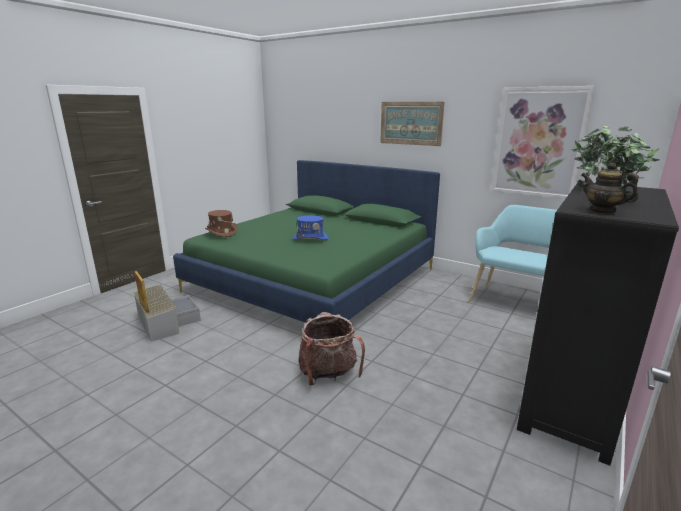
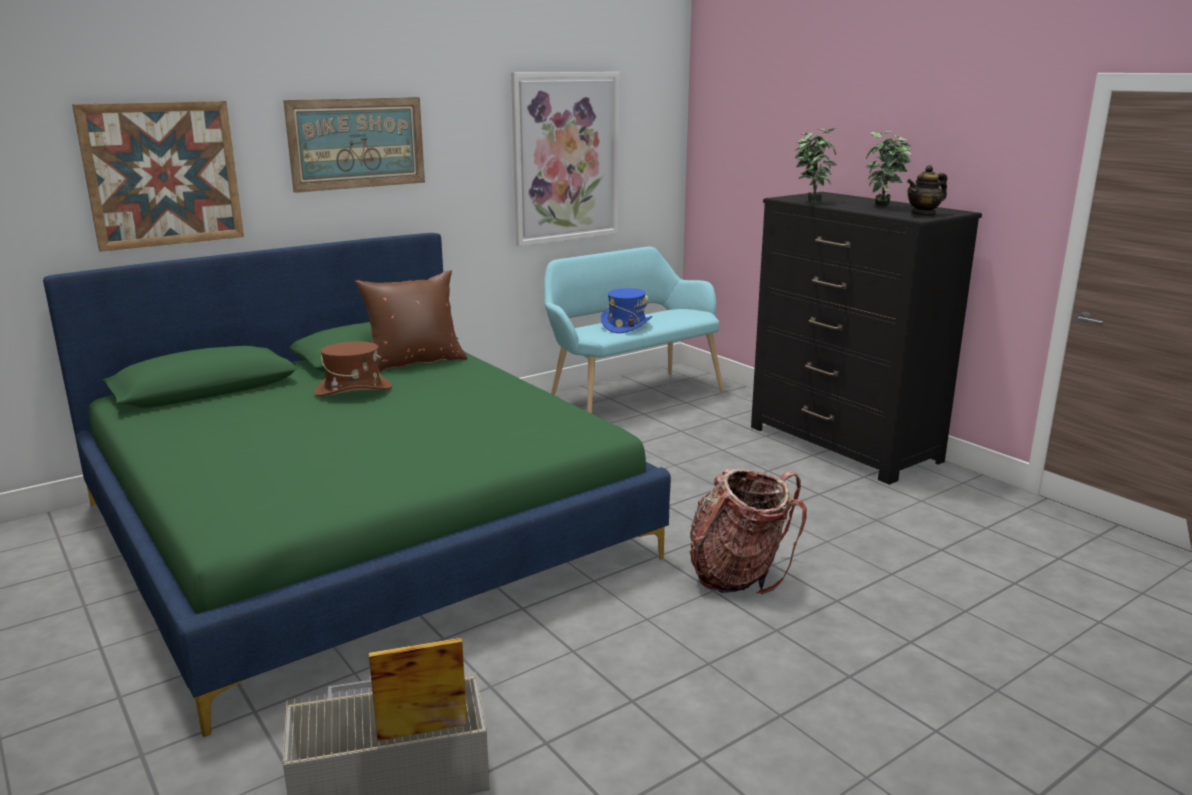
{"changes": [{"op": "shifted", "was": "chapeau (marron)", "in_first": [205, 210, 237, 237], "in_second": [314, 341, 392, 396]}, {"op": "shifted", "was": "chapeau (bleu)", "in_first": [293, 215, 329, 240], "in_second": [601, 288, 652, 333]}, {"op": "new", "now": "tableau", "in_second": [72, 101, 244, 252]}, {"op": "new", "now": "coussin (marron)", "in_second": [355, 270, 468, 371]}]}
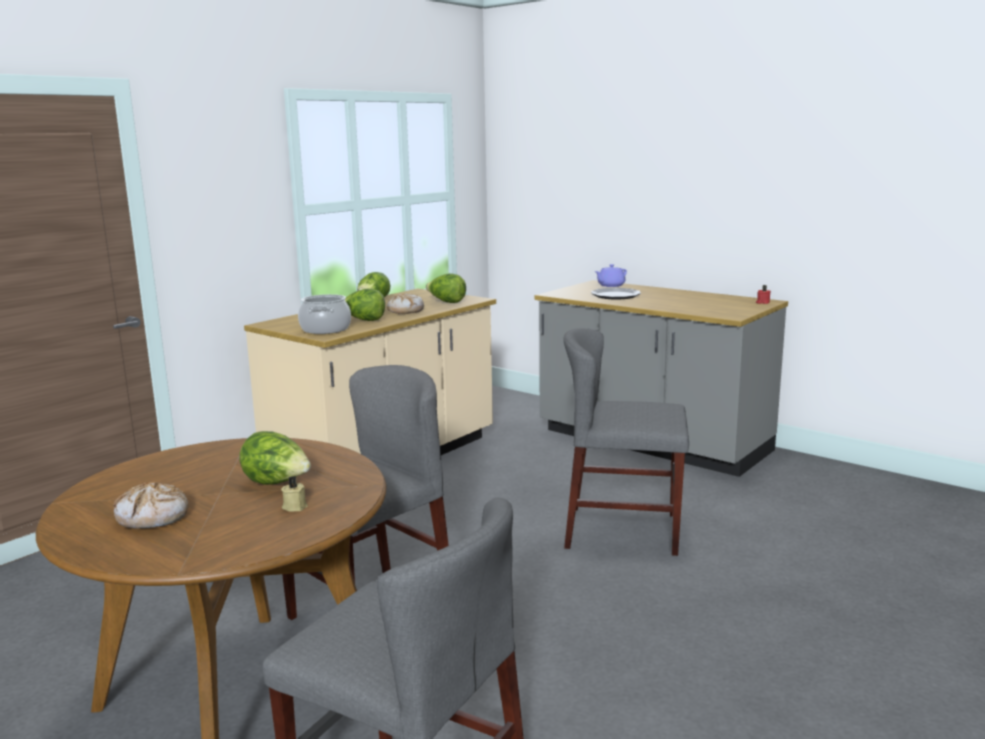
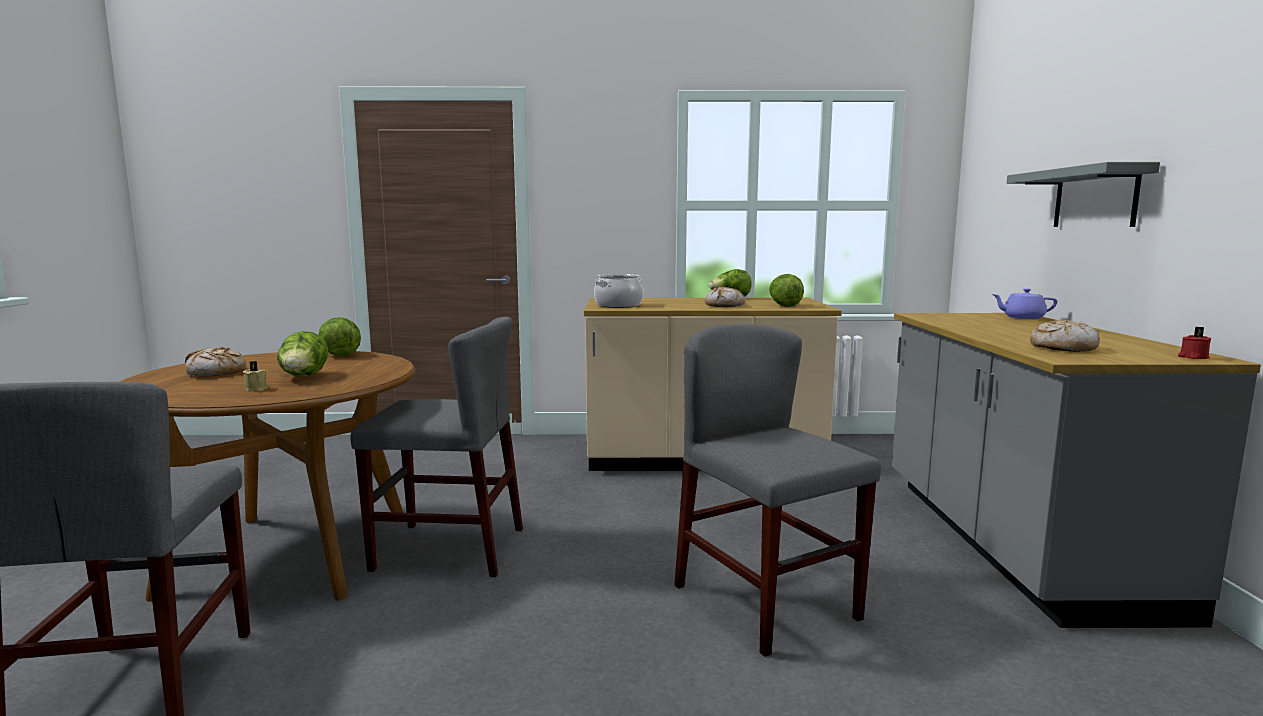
{"changes": [{"op": "gone", "was": "assiette", "in_first": [591, 288, 641, 300]}, {"op": "shifted", "was": "laitue", "in_first": [345, 289, 385, 321], "in_second": [318, 317, 361, 357]}, {"op": "new", "now": "étagère (gris)", "in_second": [1007, 162, 1160, 227]}, {"op": "new", "now": "pain", "in_second": [1030, 320, 1100, 352]}]}
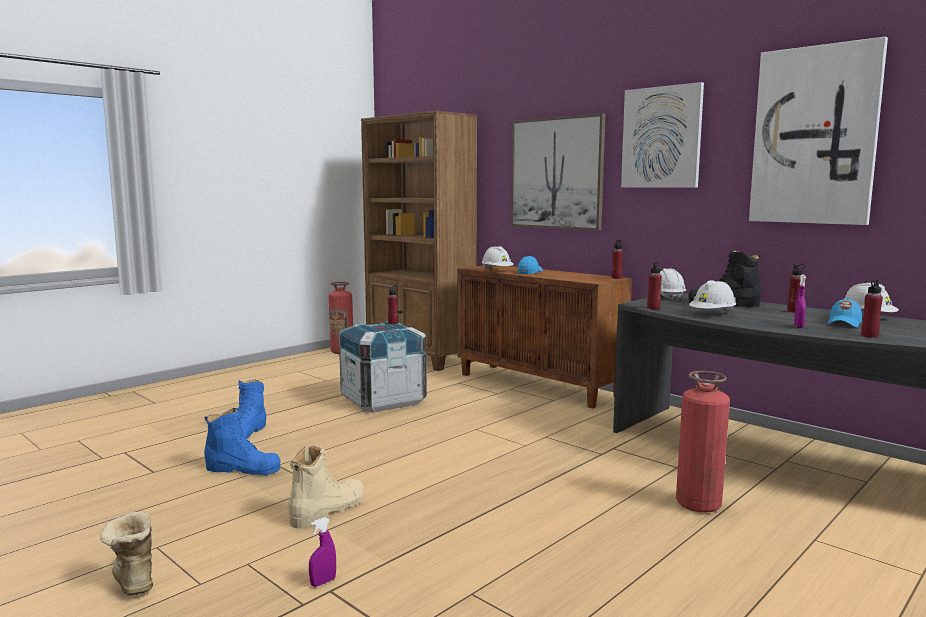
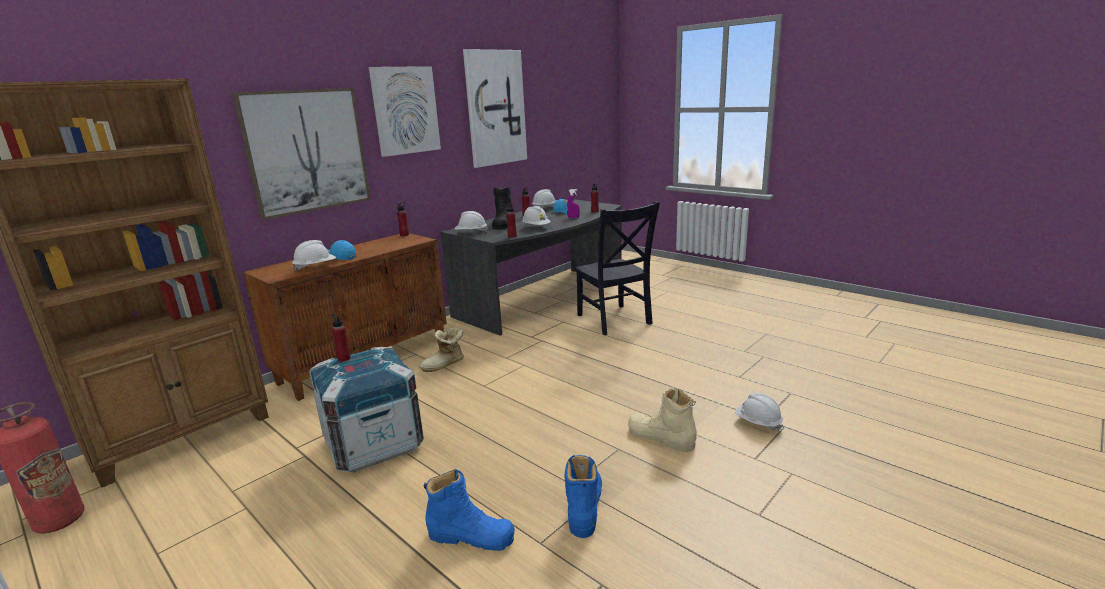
{"changes": [{"op": "swapped", "was": "extincteur", "now": "chaise (noir)", "in_first": [676, 371, 730, 513], "in_second": [575, 202, 660, 335]}, {"op": "shifted", "was": "botte", "in_first": [100, 512, 153, 595], "in_second": [419, 327, 464, 372]}, {"op": "swapped", "was": "vaporisateur (violet)", "now": "casque de chantier (blanc)", "in_first": [309, 517, 336, 587], "in_second": [735, 393, 783, 431]}]}
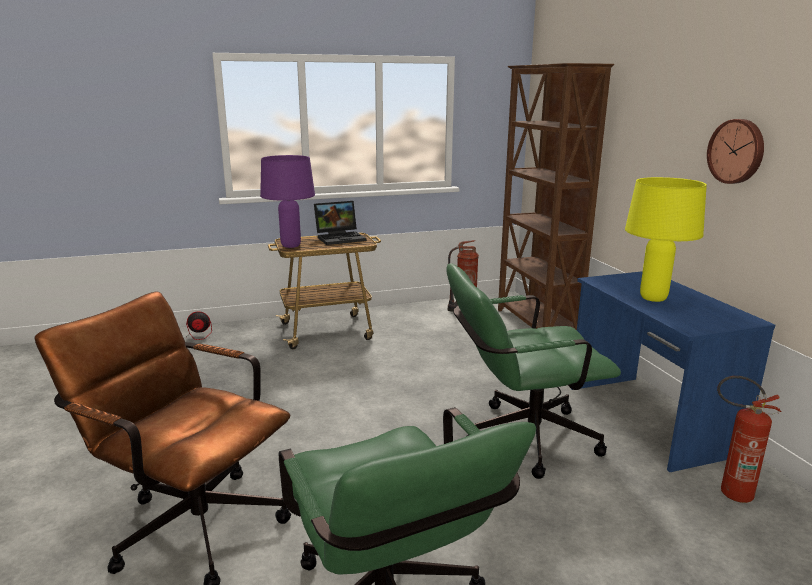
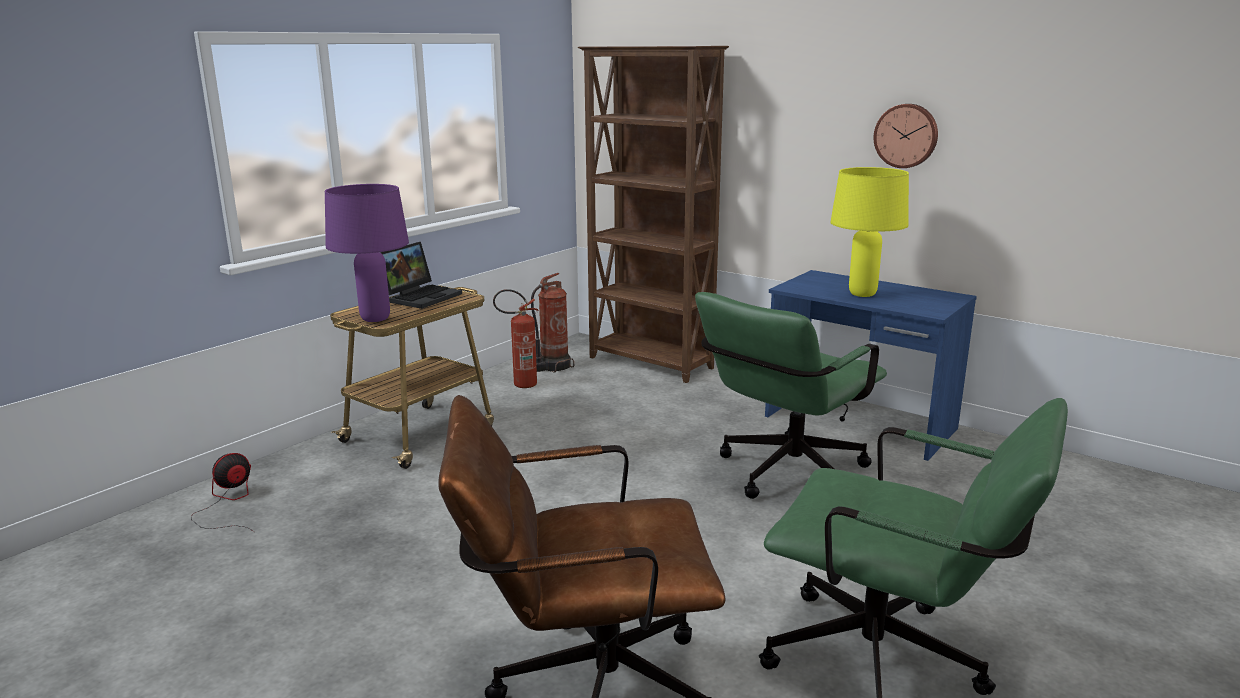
{"changes": [{"op": "shifted", "was": "extincteur", "in_first": [717, 376, 782, 503], "in_second": [493, 289, 539, 388]}]}
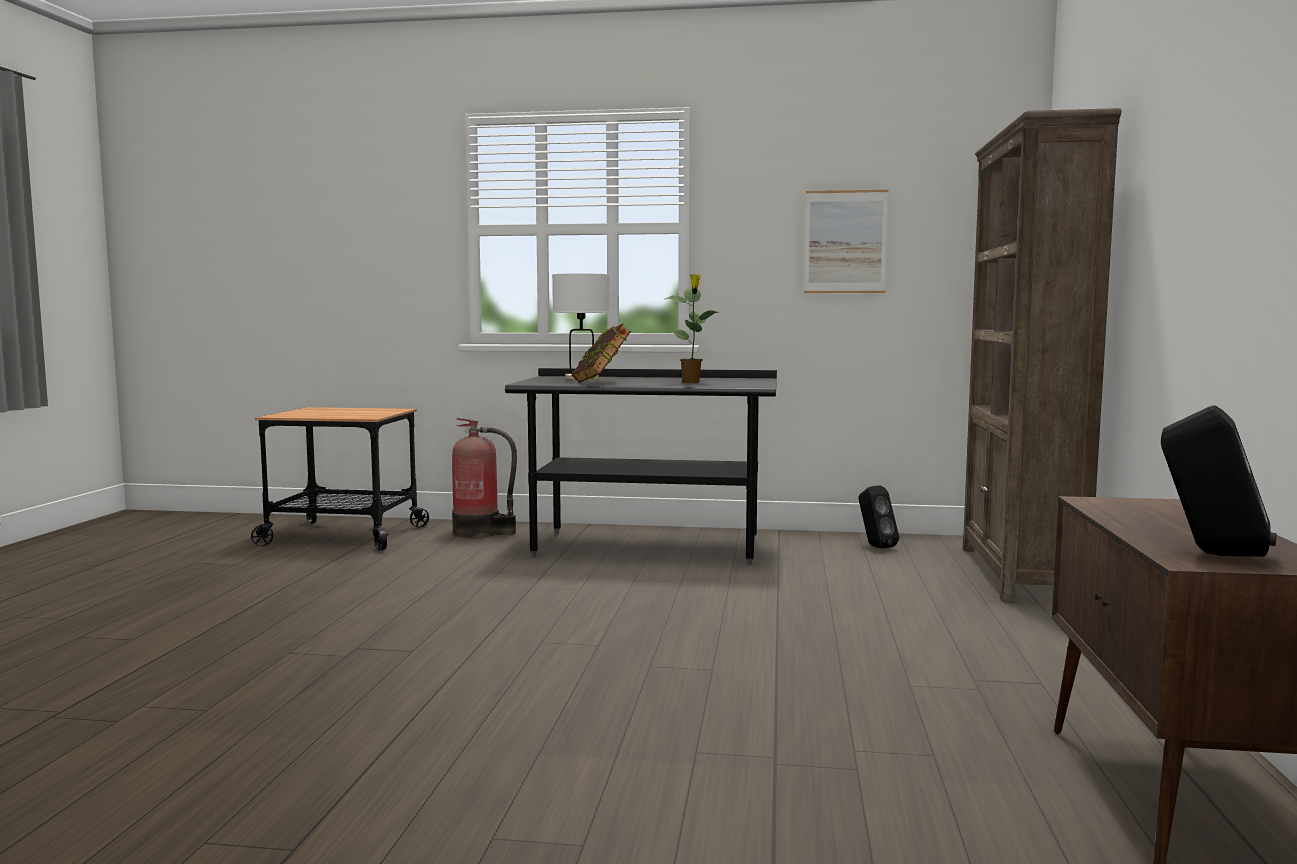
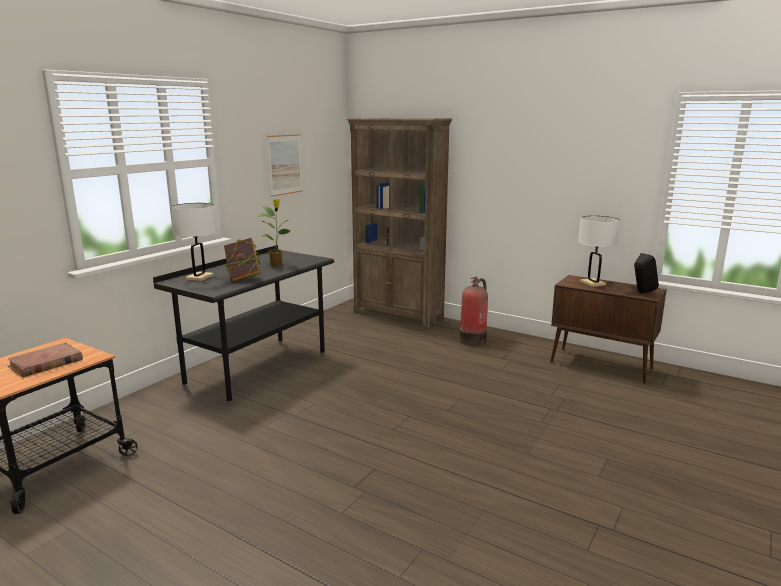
{"changes": [{"op": "shifted", "was": "extincteur", "in_first": [452, 418, 517, 538], "in_second": [459, 277, 488, 346]}, {"op": "gone", "was": "enceinte (noir)", "in_first": [858, 486, 899, 549]}, {"op": "new", "now": "lampe de table (blanc)", "in_second": [578, 216, 620, 287]}, {"op": "new", "now": "livre (marron)", "in_second": [8, 343, 83, 377]}]}
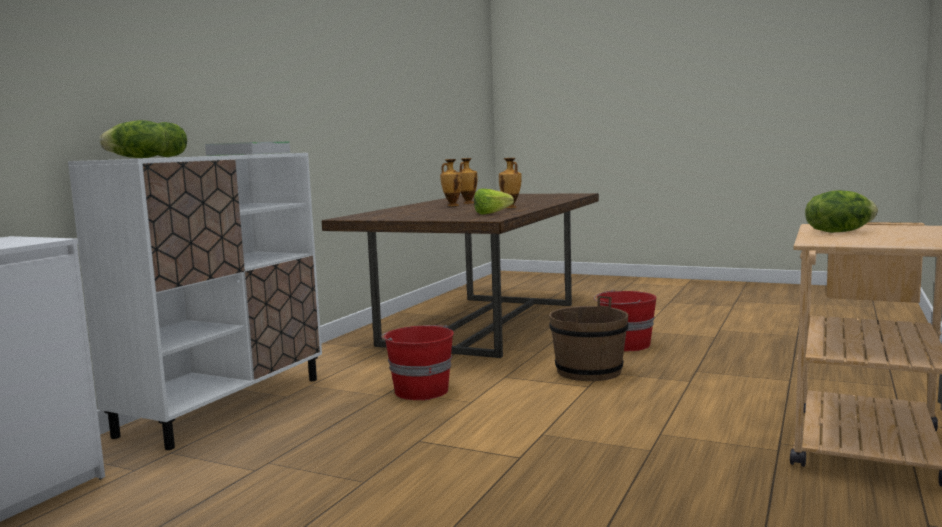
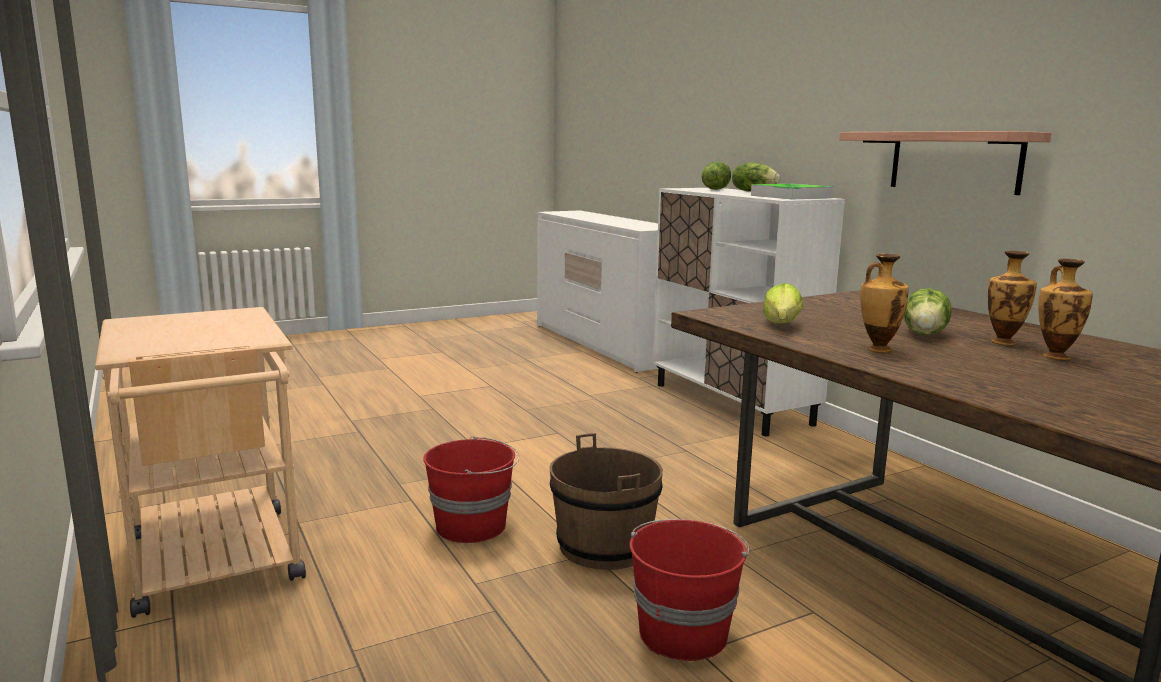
{"changes": [{"op": "shifted", "was": "laitue", "in_first": [805, 190, 878, 233], "in_second": [904, 288, 952, 335]}, {"op": "shifted", "was": "seau (rouge)", "in_first": [381, 325, 454, 400], "in_second": [423, 436, 519, 543]}, {"op": "new", "now": "étagère", "in_second": [839, 131, 1052, 195]}]}
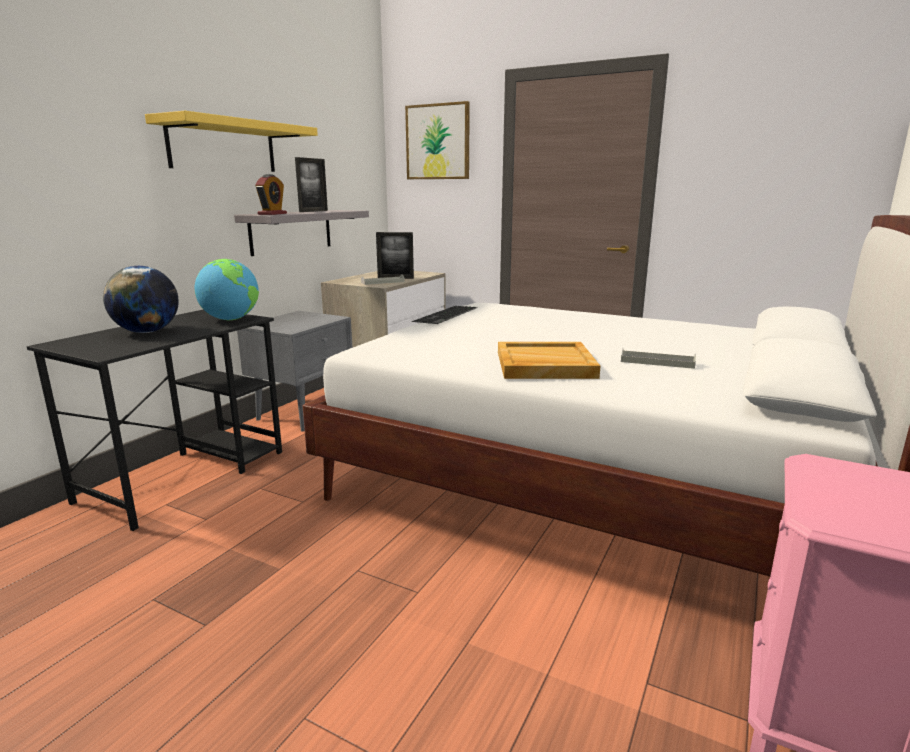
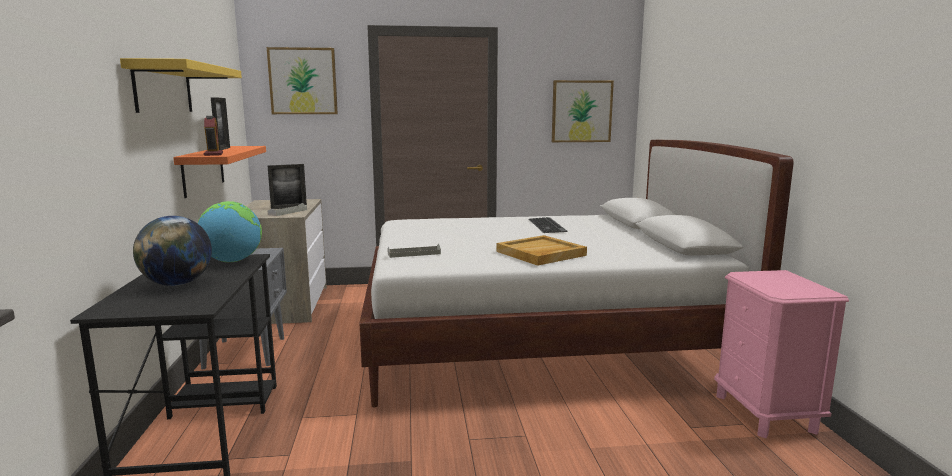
{"changes": [{"op": "repainted", "was": "étagère (gris)", "now": "étagère (orange)", "in_first": [234, 210, 369, 256], "in_second": [173, 146, 266, 198]}, {"op": "shifted", "was": "clavier", "in_first": [412, 306, 478, 324], "in_second": [529, 217, 567, 233]}, {"op": "shifted", "was": "plateau (gris)", "in_first": [621, 348, 696, 369], "in_second": [388, 244, 441, 258]}, {"op": "new", "now": "tableau", "in_second": [552, 80, 614, 142]}]}
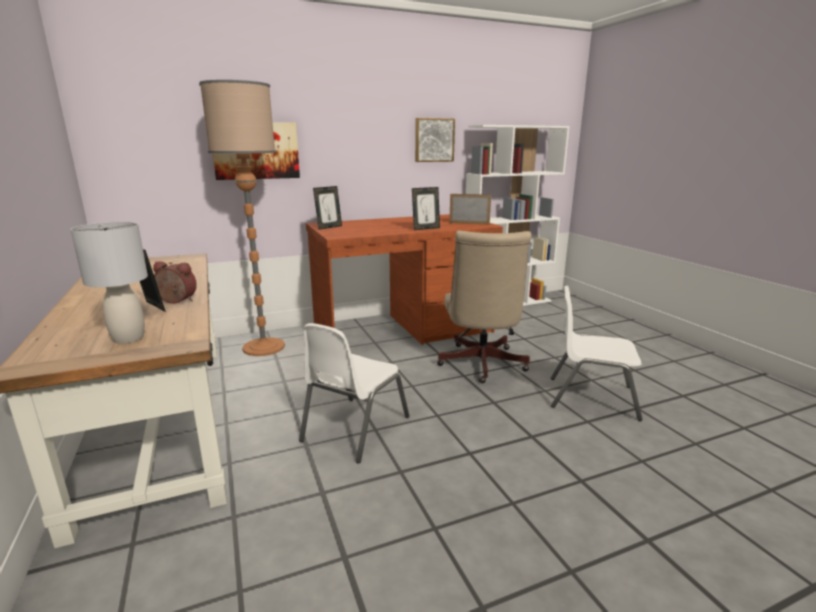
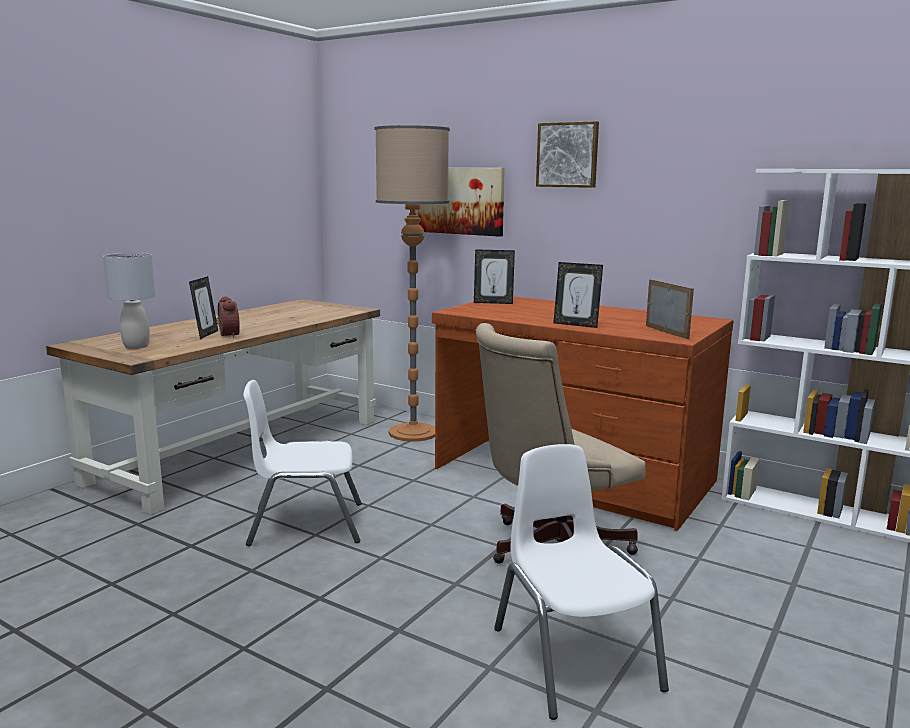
{"changes": [{"op": "shifted", "was": "tableau", "in_first": [415, 118, 455, 162], "in_second": [536, 121, 599, 188]}]}
